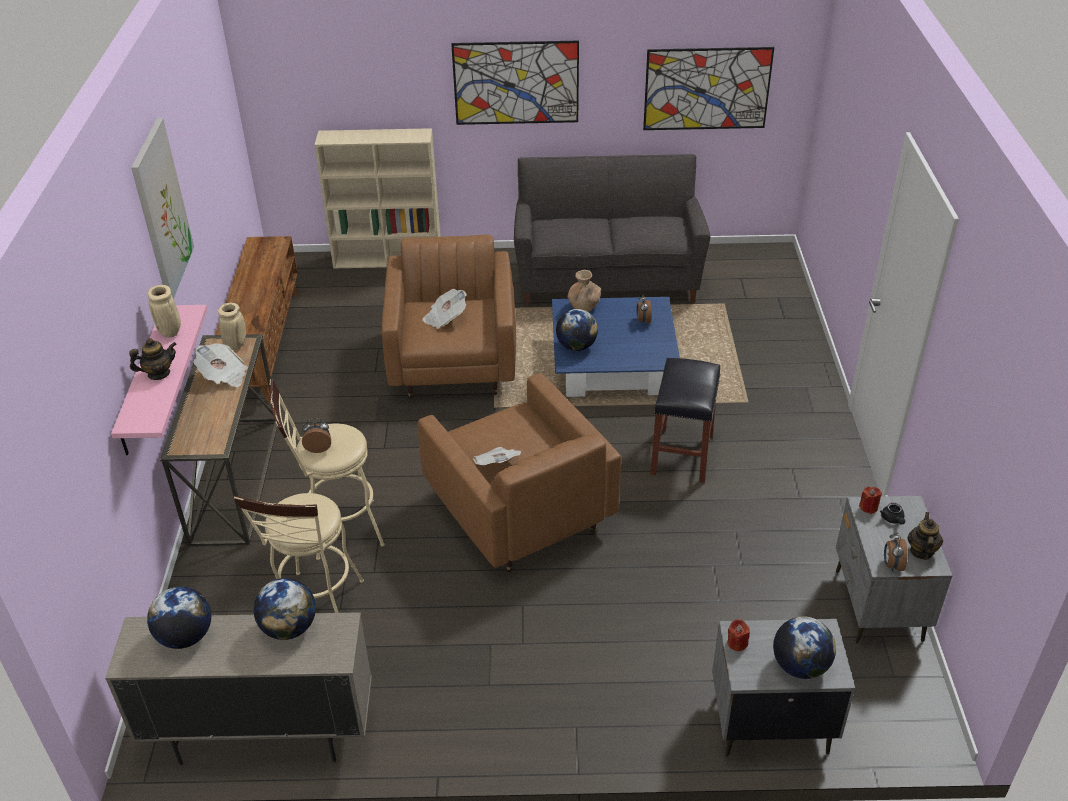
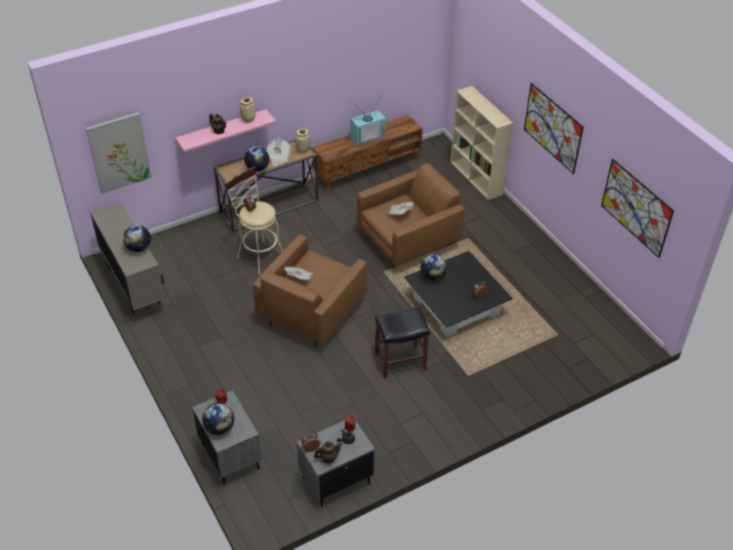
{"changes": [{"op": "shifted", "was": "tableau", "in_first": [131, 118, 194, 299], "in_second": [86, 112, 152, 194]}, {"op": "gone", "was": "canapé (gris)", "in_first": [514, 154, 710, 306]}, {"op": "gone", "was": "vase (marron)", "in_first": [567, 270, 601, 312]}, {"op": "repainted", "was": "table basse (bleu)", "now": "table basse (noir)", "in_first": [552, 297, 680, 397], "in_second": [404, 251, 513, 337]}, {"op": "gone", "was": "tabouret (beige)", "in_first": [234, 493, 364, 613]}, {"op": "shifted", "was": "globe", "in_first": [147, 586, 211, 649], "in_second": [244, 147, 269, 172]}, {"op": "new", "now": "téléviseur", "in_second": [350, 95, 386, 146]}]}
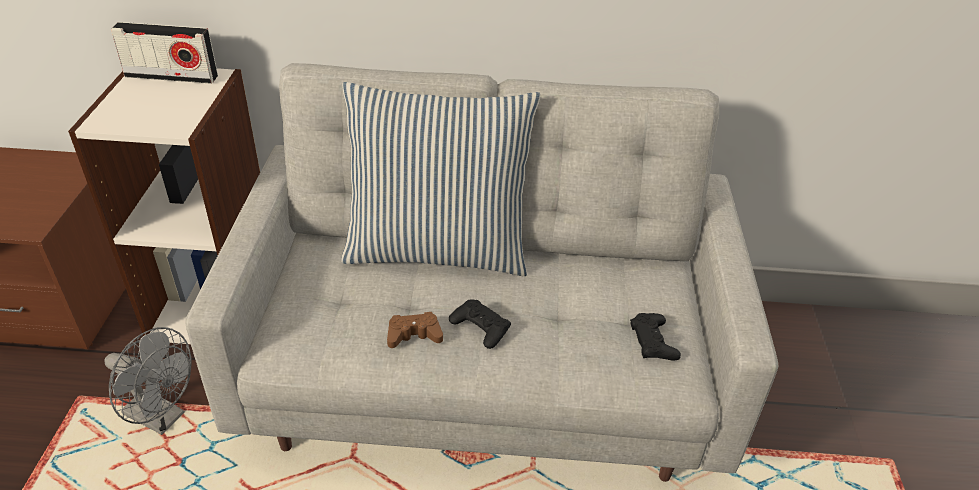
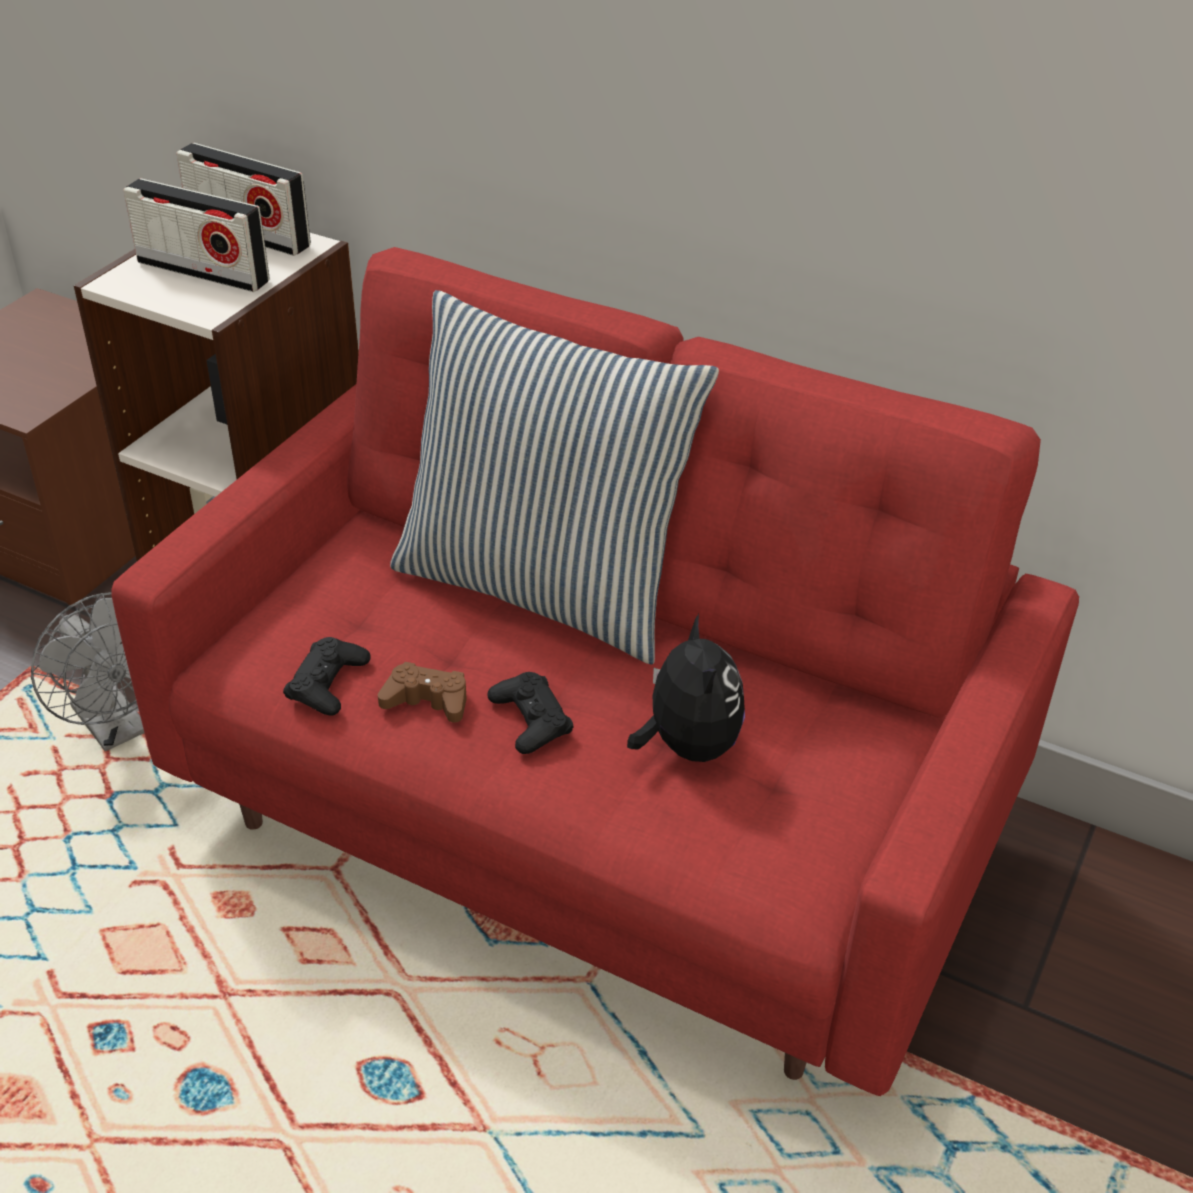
{"changes": [{"op": "repainted", "was": "canapé (gris)", "now": "canapé (rouge)", "in_first": [185, 63, 778, 482], "in_second": [111, 247, 1079, 1096]}, {"op": "shifted", "was": "manette (noir)", "in_first": [630, 313, 681, 361], "in_second": [283, 637, 371, 716]}, {"op": "new", "now": "radio", "in_second": [123, 178, 270, 292]}, {"op": "new", "now": "peluche", "in_second": [627, 614, 745, 762]}]}
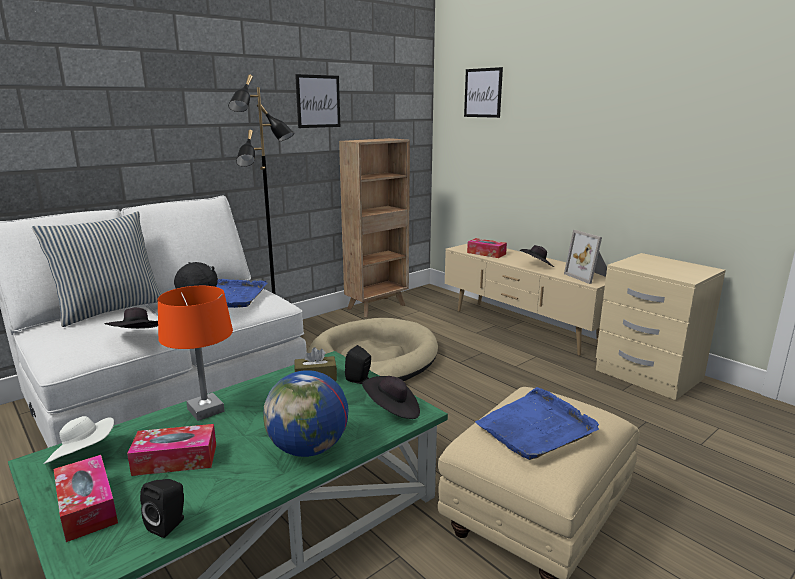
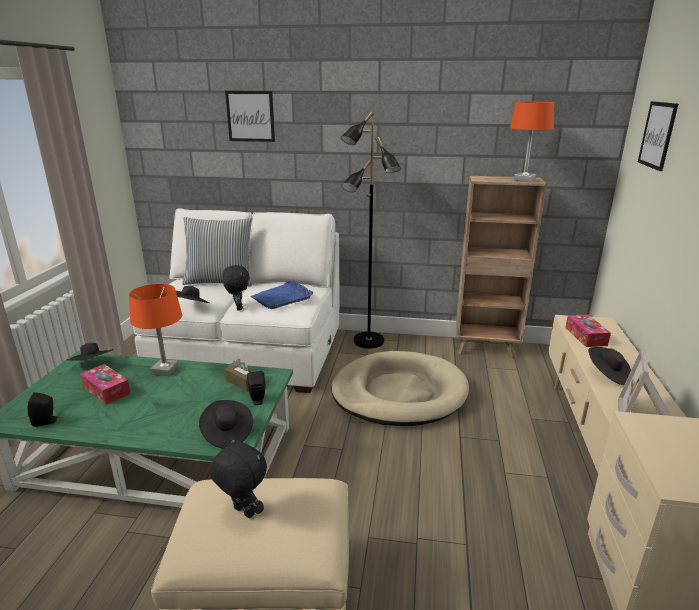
{"changes": [{"op": "shifted", "was": "tableau", "in_first": [295, 74, 340, 128], "in_second": [225, 91, 275, 142]}, {"op": "gone", "was": "globe", "in_first": [263, 370, 348, 457]}, {"op": "swapped", "was": "plateau (bleu)", "now": "peluche (noir)", "in_first": [475, 387, 599, 460], "in_second": [210, 438, 267, 518]}, {"op": "repainted", "was": "chapeau (blanc)", "now": "chapeau (noir)", "in_first": [44, 416, 114, 464], "in_second": [67, 343, 113, 361]}, {"op": "gone", "was": "boîte à mouchoirs", "in_first": [54, 455, 118, 542]}, {"op": "new", "now": "lampe de table (orange)", "in_second": [510, 102, 555, 182]}]}
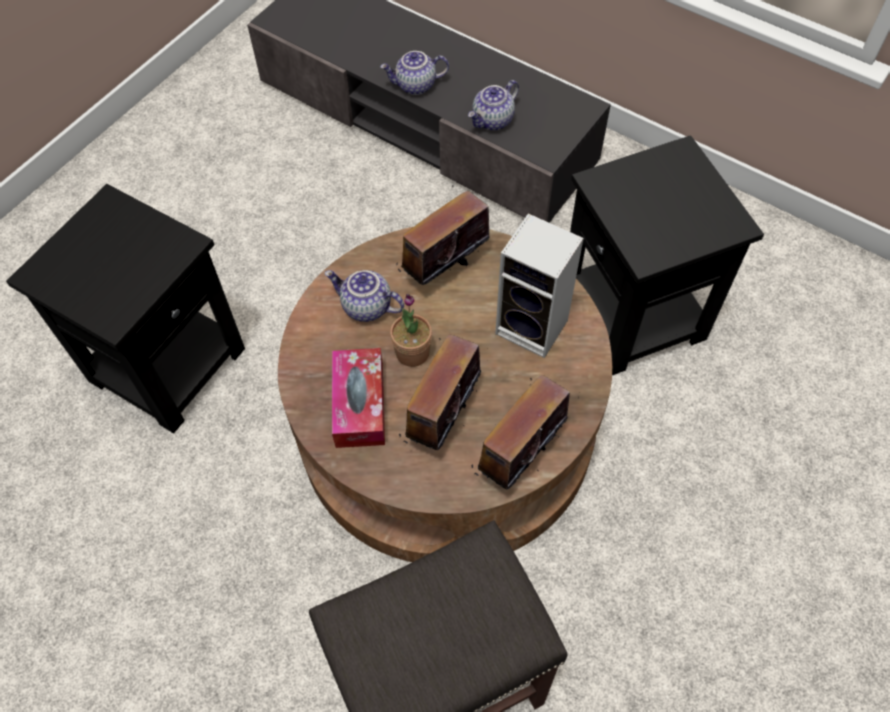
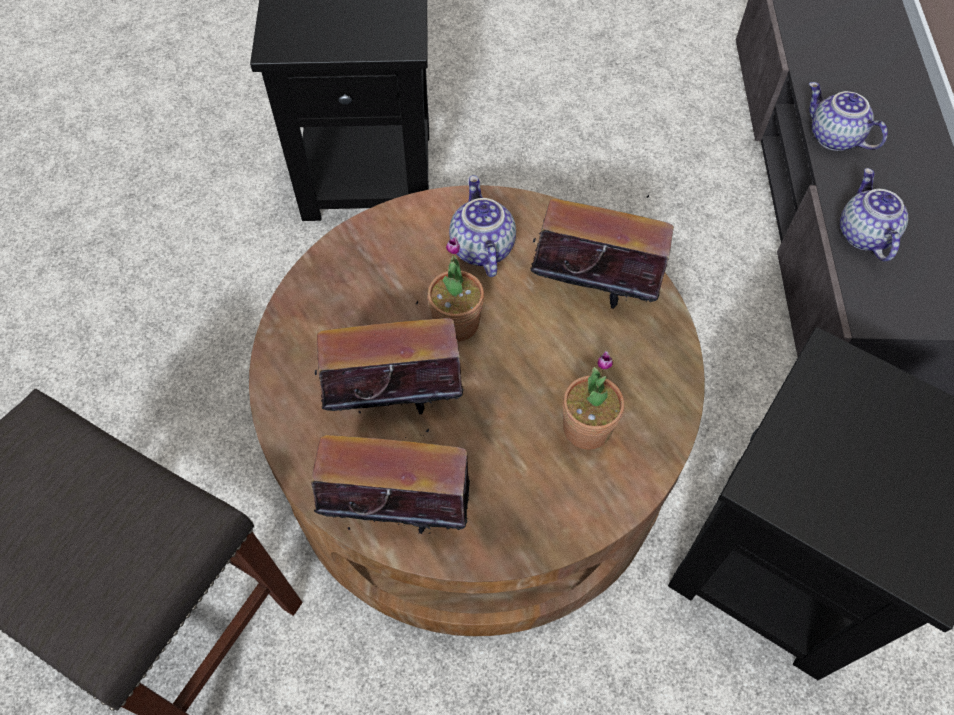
{"changes": [{"op": "rotated", "was": "théière", "in_first": [468, 80, 519, 130], "in_second": [840, 168, 908, 261], "clockwise": 75}, {"op": "swapped", "was": "enceinte", "now": "plante en pot", "in_first": [495, 213, 584, 358], "in_second": [563, 351, 624, 450]}, {"op": "gone", "was": "boîte à mouchoirs", "in_first": [332, 348, 385, 448]}]}
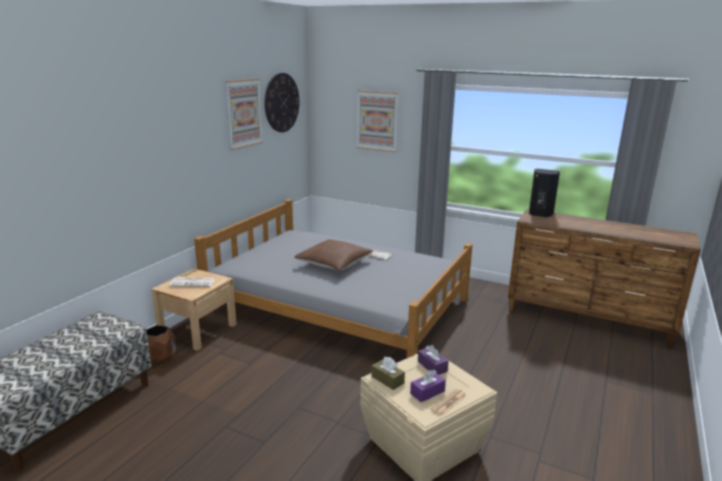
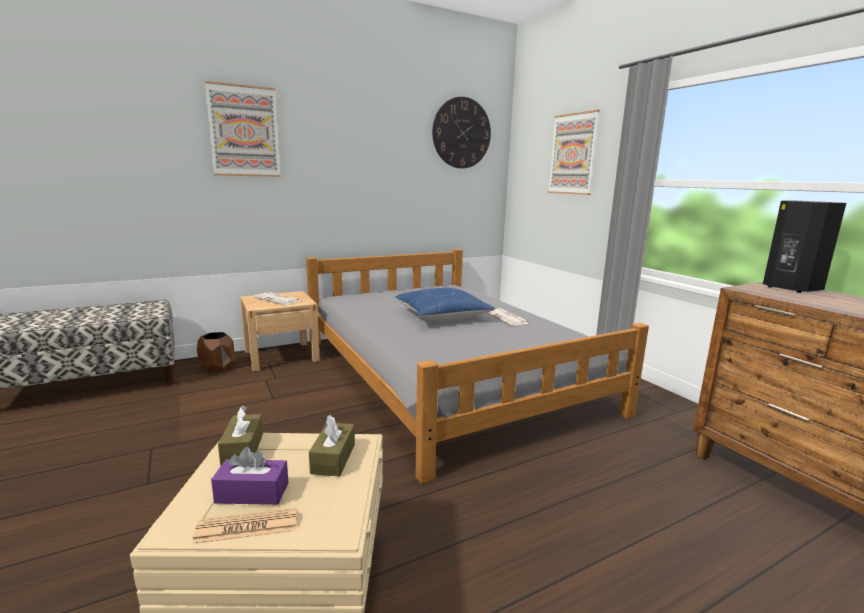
{"changes": [{"op": "shifted", "was": "tableau", "in_first": [226, 78, 263, 150], "in_second": [205, 81, 281, 177]}, {"op": "repainted", "was": "coussin (marron)", "now": "coussin (bleu)", "in_first": [294, 239, 373, 271], "in_second": [395, 288, 495, 321]}, {"op": "repainted", "was": "boîte à mouchoirs (violet)", "now": "boîte à mouchoirs (marron)", "in_first": [418, 345, 448, 375], "in_second": [309, 415, 355, 477]}]}
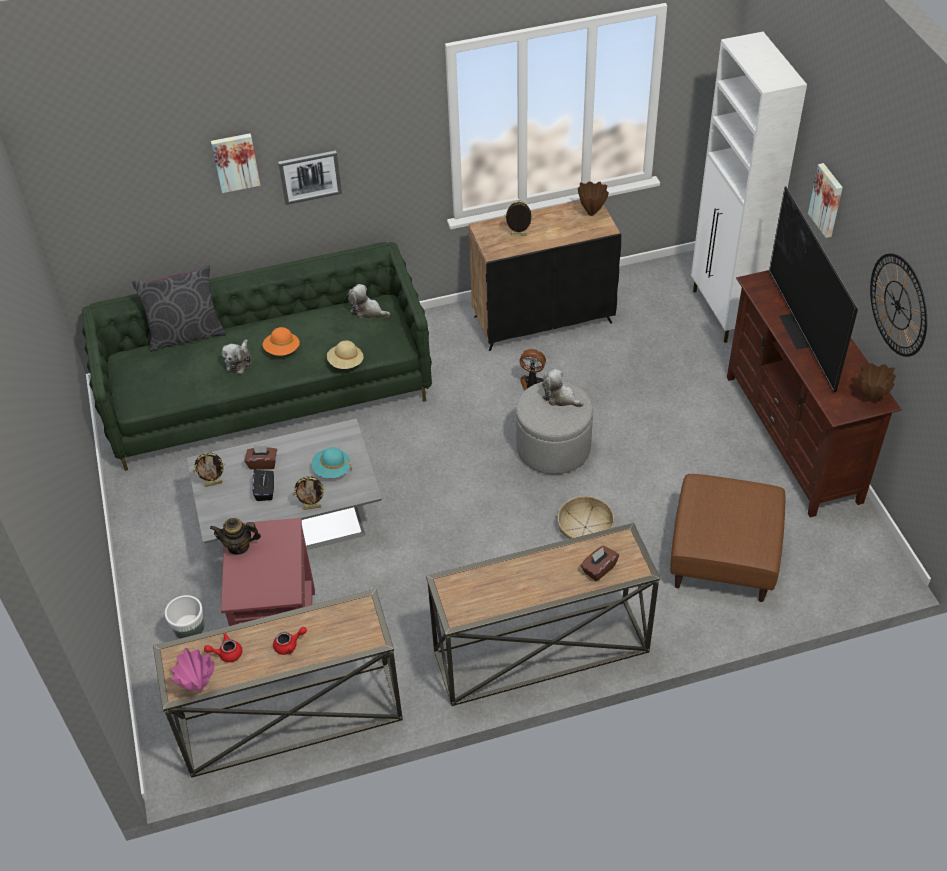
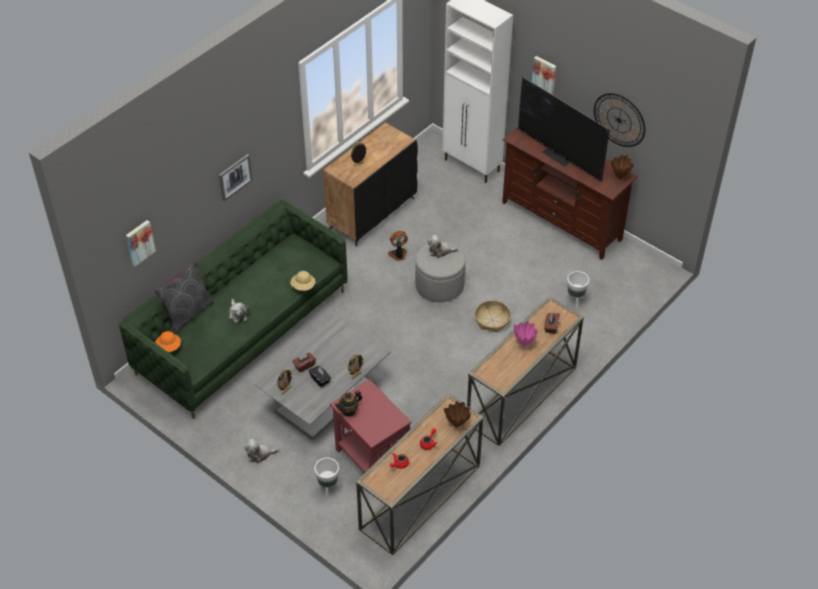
{"changes": [{"op": "shifted", "was": "tableau", "in_first": [211, 133, 260, 193], "in_second": [126, 220, 156, 266]}, {"op": "shifted", "was": "vase (marron)", "in_first": [578, 181, 609, 216], "in_second": [444, 401, 471, 428]}, {"op": "shifted", "was": "peluche", "in_first": [348, 284, 390, 319], "in_second": [244, 439, 279, 463]}, {"op": "shifted", "was": "chapeau (orange)", "in_first": [263, 327, 300, 356], "in_second": [155, 331, 181, 352]}, {"op": "gone", "was": "chapeau (turquoise)", "in_first": [312, 447, 352, 478]}, {"op": "swapped", "was": "pouf (marron)", "now": "cache-pot (blanc)", "in_first": [670, 474, 785, 602], "in_second": [565, 271, 589, 309]}, {"op": "shifted", "was": "vase (rose)", "in_first": [171, 648, 214, 691], "in_second": [514, 321, 538, 347]}]}
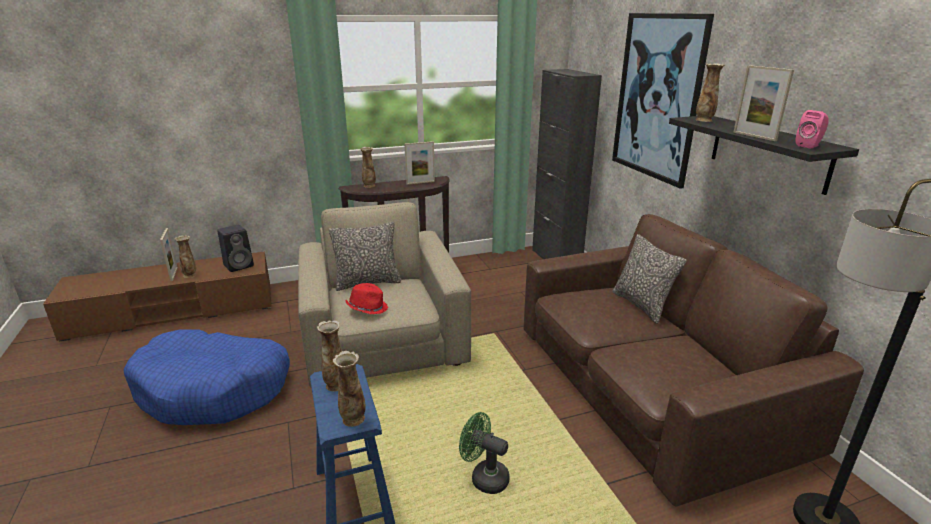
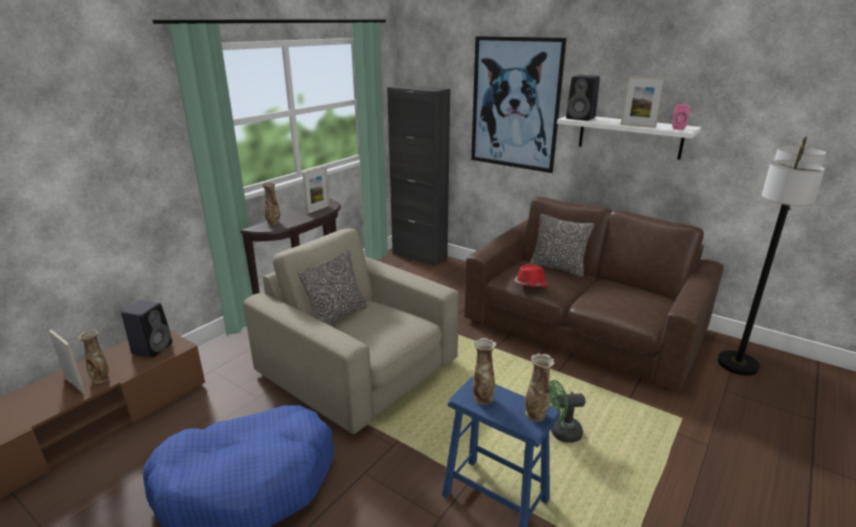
{"changes": [{"op": "swapped", "was": "vase", "now": "enceinte (noir)", "in_first": [696, 63, 725, 122], "in_second": [566, 75, 600, 121]}, {"op": "repainted", "was": "étagère (noir)", "now": "étagère (blanc)", "in_first": [669, 116, 859, 195], "in_second": [557, 116, 701, 160]}, {"op": "shifted", "was": "chapeau (rouge)", "in_first": [346, 283, 388, 314], "in_second": [514, 264, 548, 287]}]}
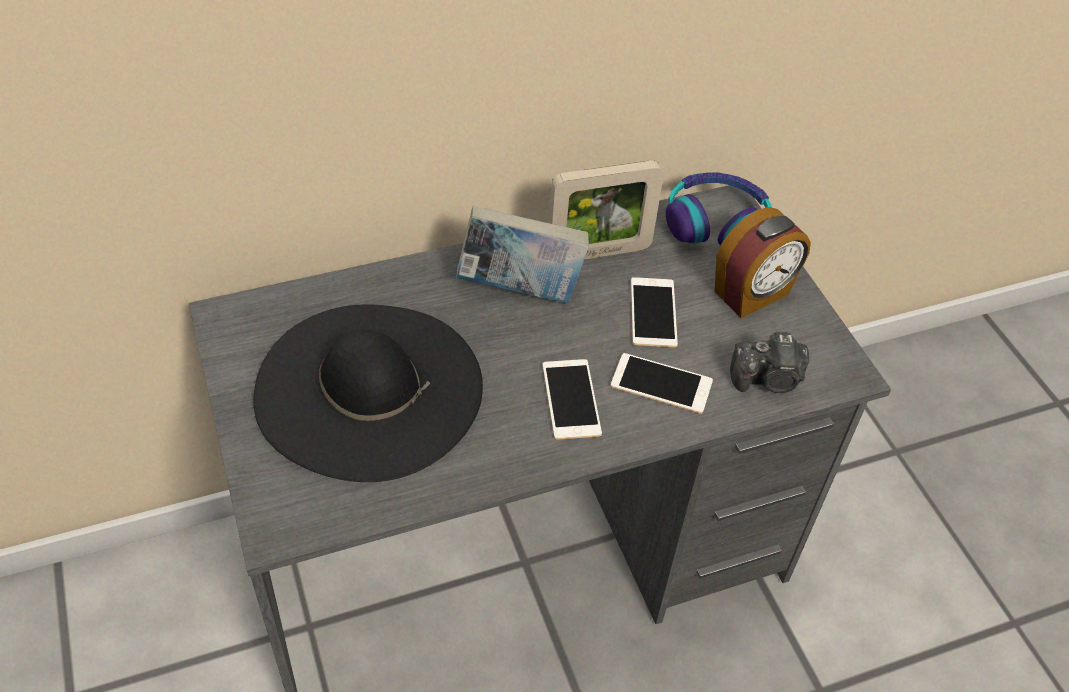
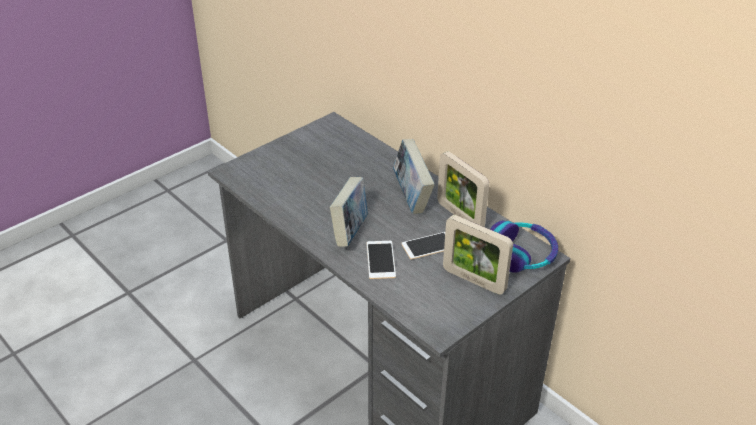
{"changes": [{"op": "swapped", "was": "réveil", "now": "cadre photo", "in_first": [715, 207, 811, 318], "in_second": [443, 215, 513, 295]}, {"op": "gone", "was": "chapeau (noir)", "in_first": [254, 304, 483, 482]}, {"op": "gone", "was": "appareil photo", "in_first": [730, 332, 809, 393]}, {"op": "swapped", "was": "téléphone", "now": "livre", "in_first": [542, 359, 602, 440], "in_second": [330, 177, 368, 247]}]}
